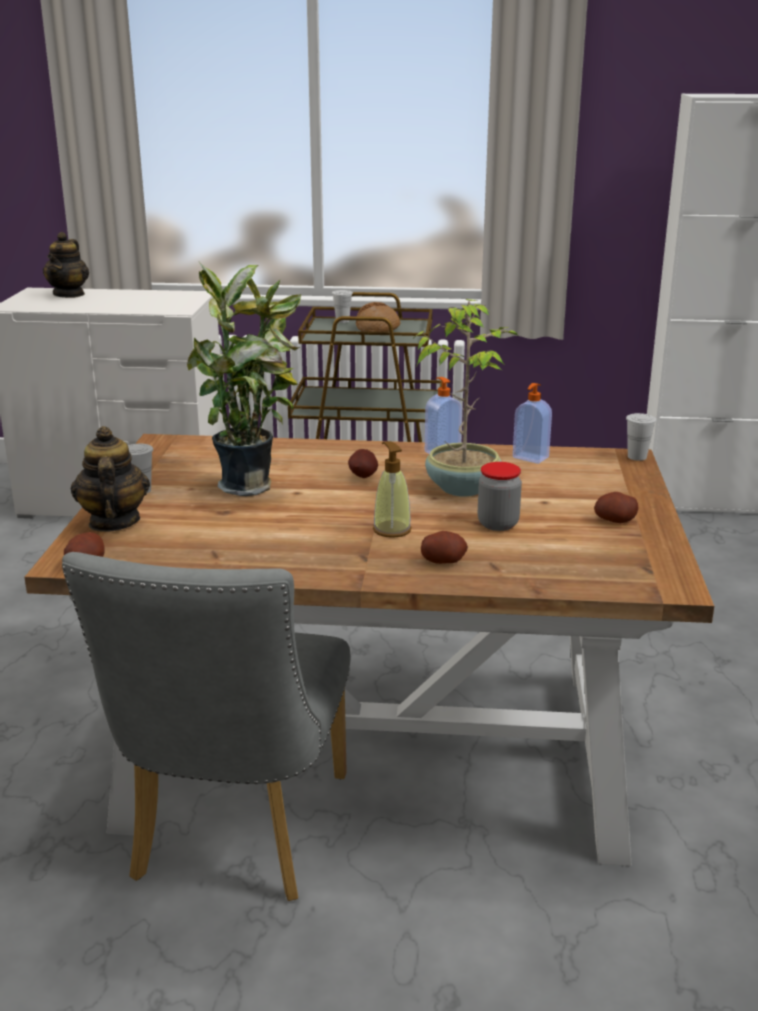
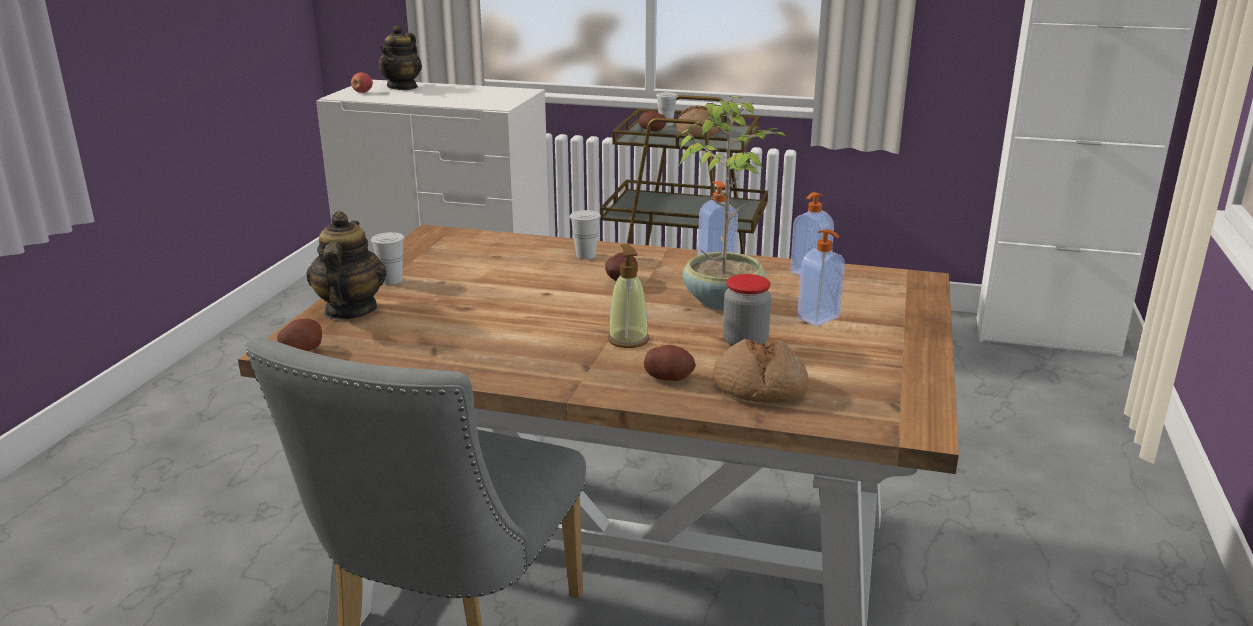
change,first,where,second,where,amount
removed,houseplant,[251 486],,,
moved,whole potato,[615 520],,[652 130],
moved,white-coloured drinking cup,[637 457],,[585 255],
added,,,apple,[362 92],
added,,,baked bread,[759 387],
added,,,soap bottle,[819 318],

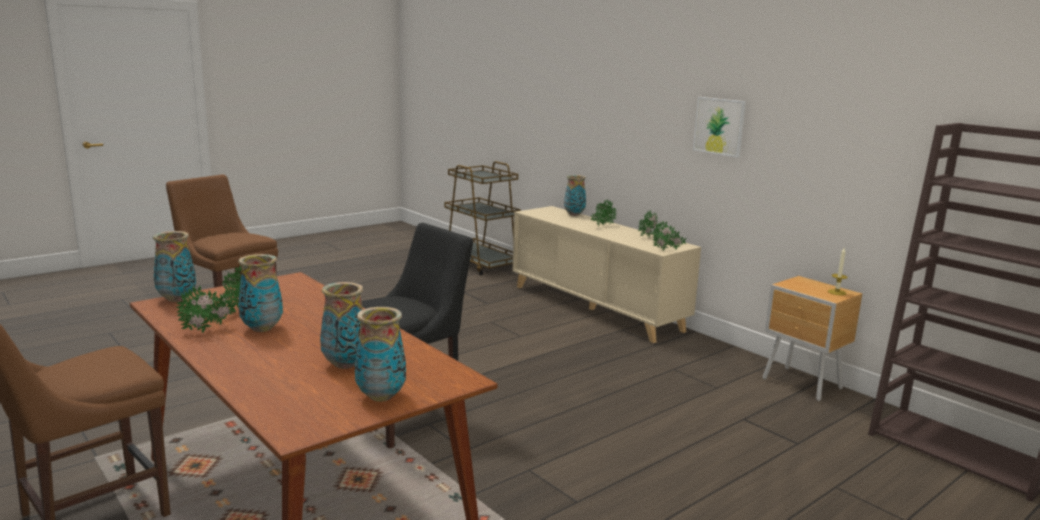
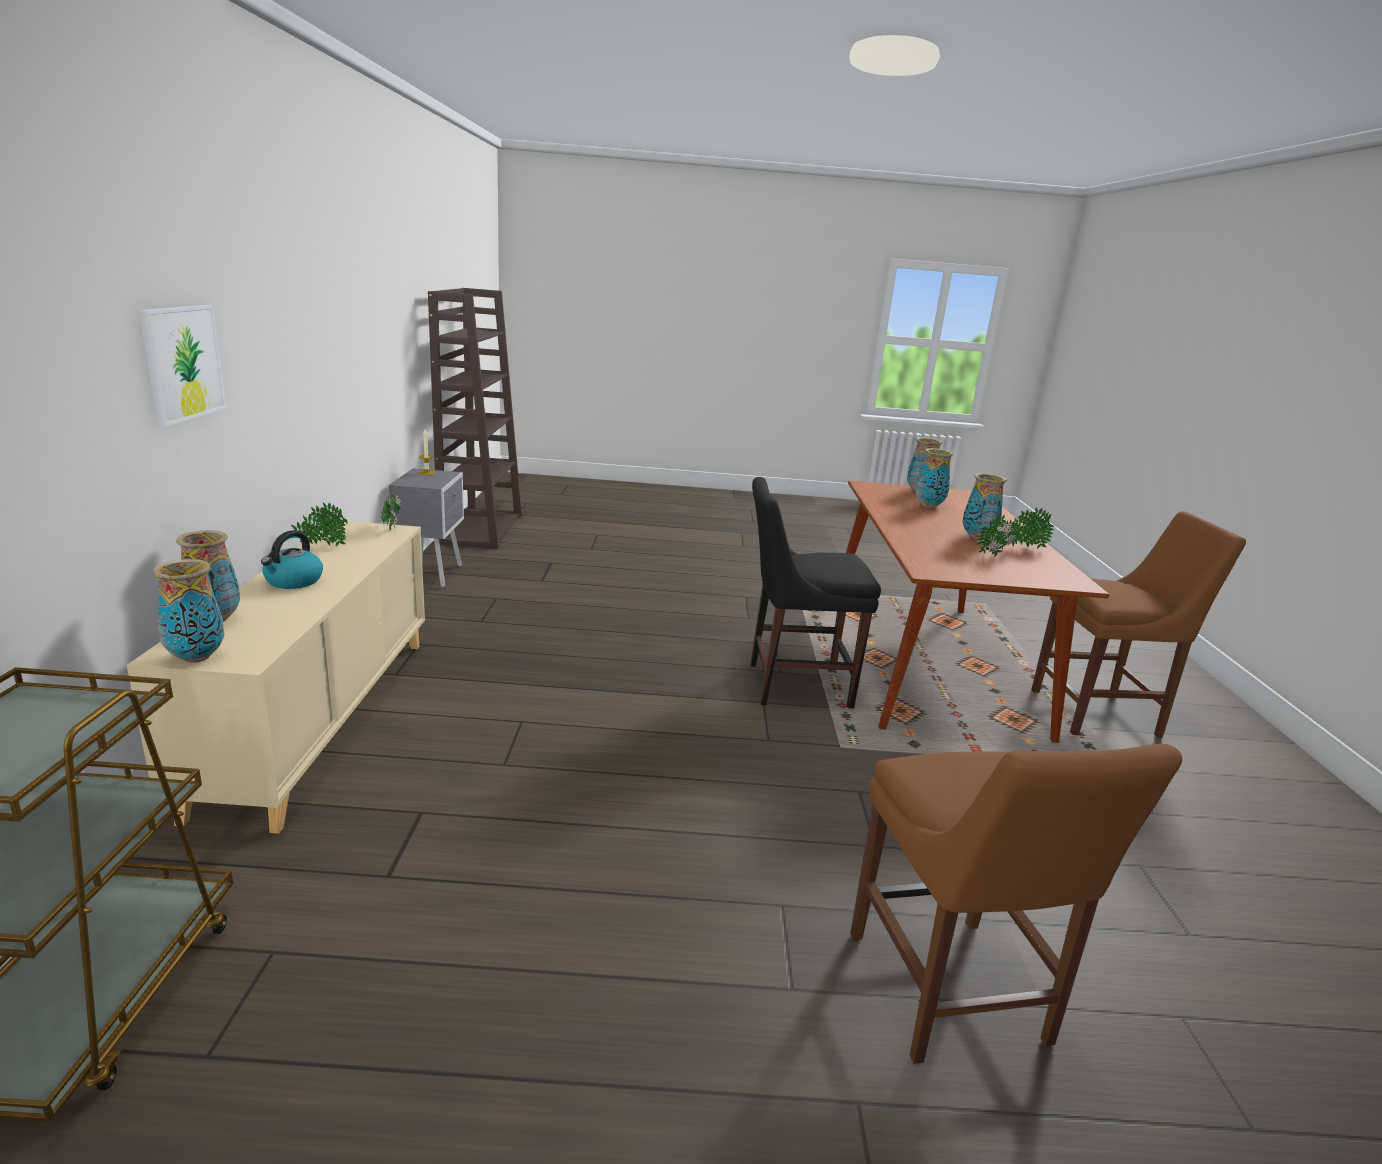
change,first,where,second,where,amount
moved,vase,[177 299],,[197 657],
replaced,houseplant,[601 226],water kettle,[293 581],
moved,wall art,[719 126],,[183 363],
recoloured,brown night table,[802 385],gray night table,[432 574],

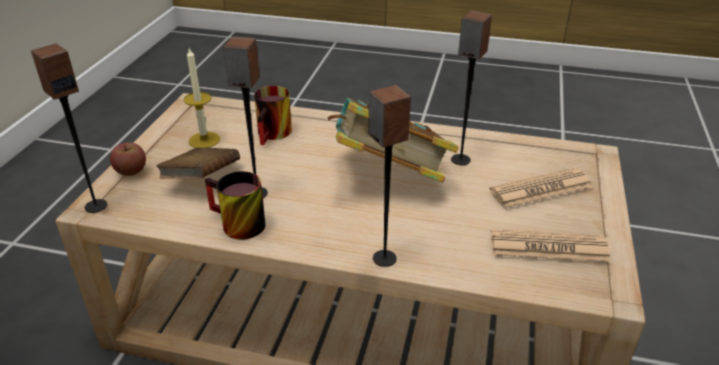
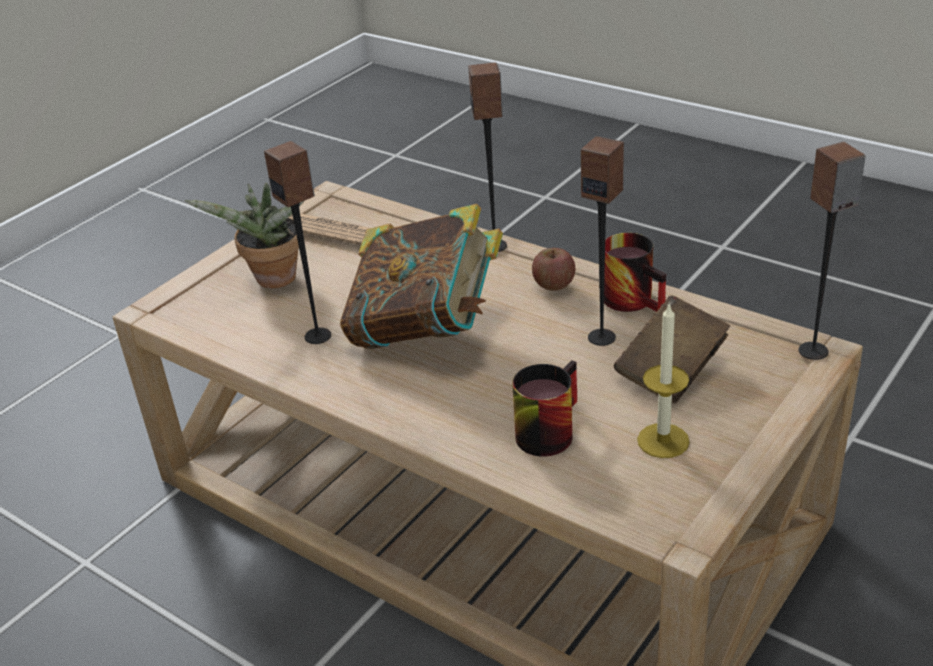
change,first,where,second,where,amount
moved,apple,[131 171],,[554 284],
replaced,printed paper,[540 189],houseplant,[273 281],

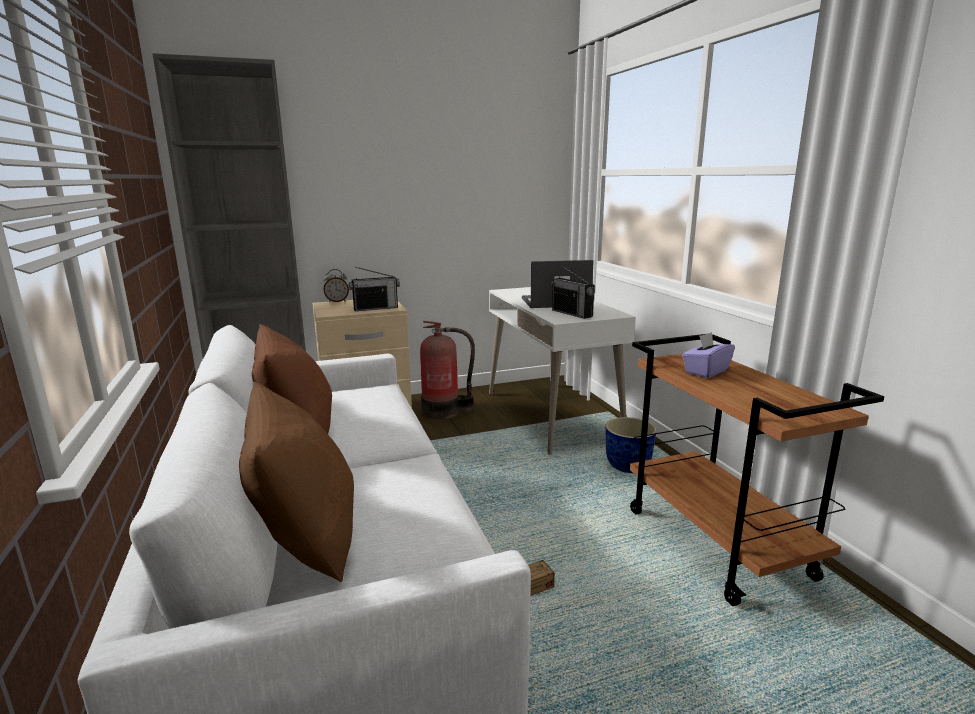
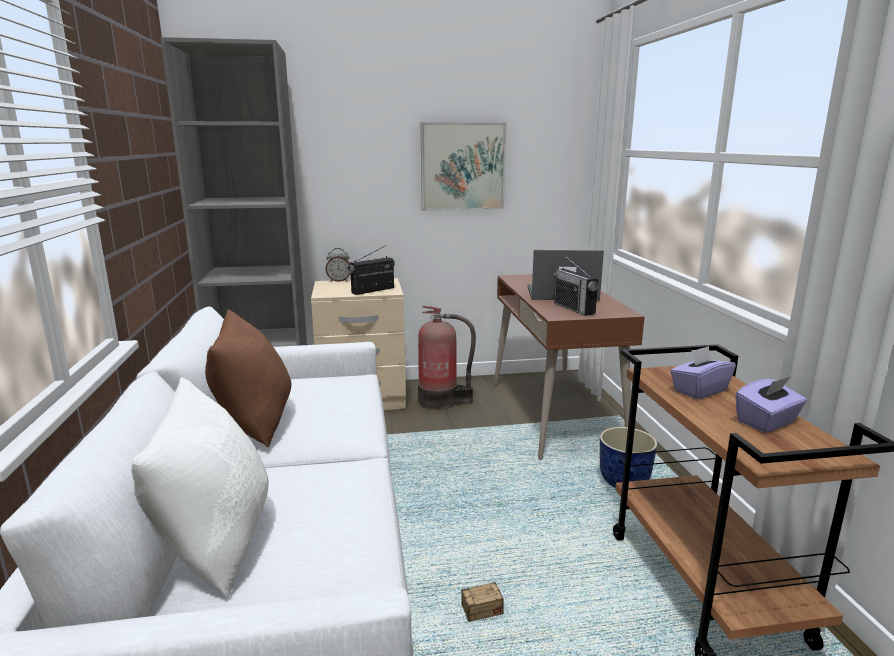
change,first,where,second,where,amount
recoloured,brown pillow,[306 537],white-coloured pillow,[216 540],
turned,radio receiver,[375 308],,[373 291],150 degrees clockwise
recoloured,white-coloured desk table,[551 415],brown desk table,[554 414],
added,,,wall art,[463 166],
added,,,purple box of tissues,[767 422],

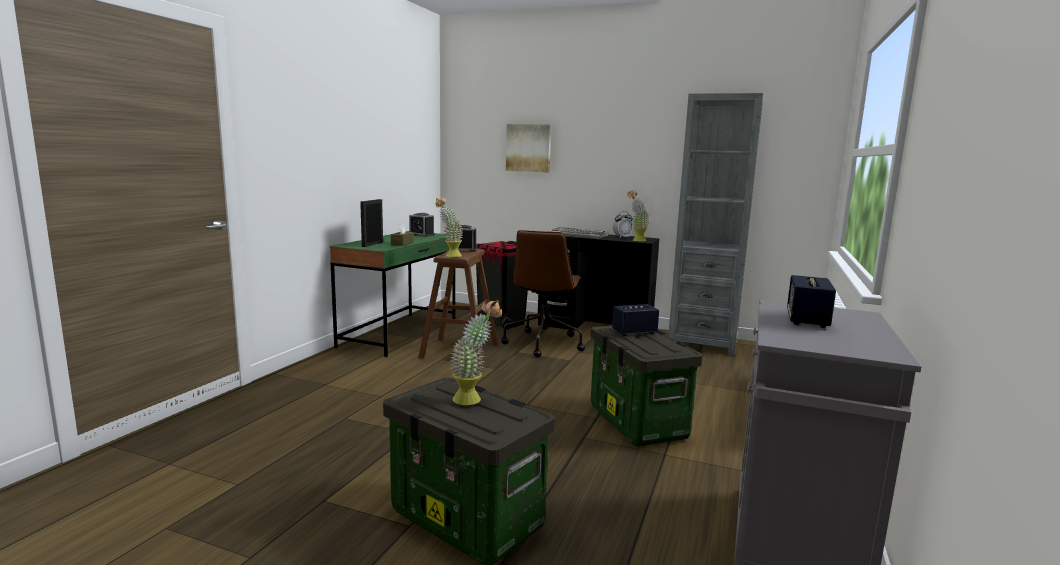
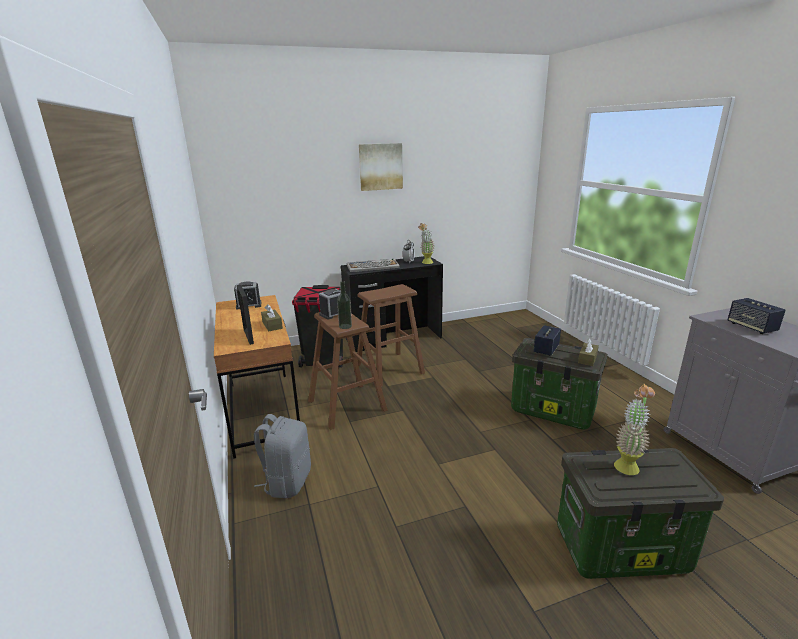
change,first,where,second,where,amount
recoloured,green desk table,[399 334],brown desk table,[263 411],
replaced,houseplant,[449 255],drink bottle,[345 326],
replaced,brown computer chair,[543 343],brown sitting stool,[389 369],
moved,wall art,[528 148],,[380 166],
removed,gray shelving unit,[702 343],,,
added,,,gray rucksack,[287 482],
added,,,brown box of tissues,[587 359],

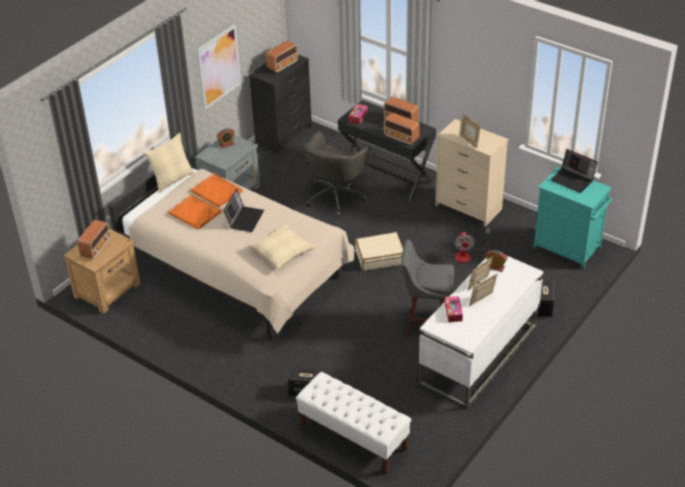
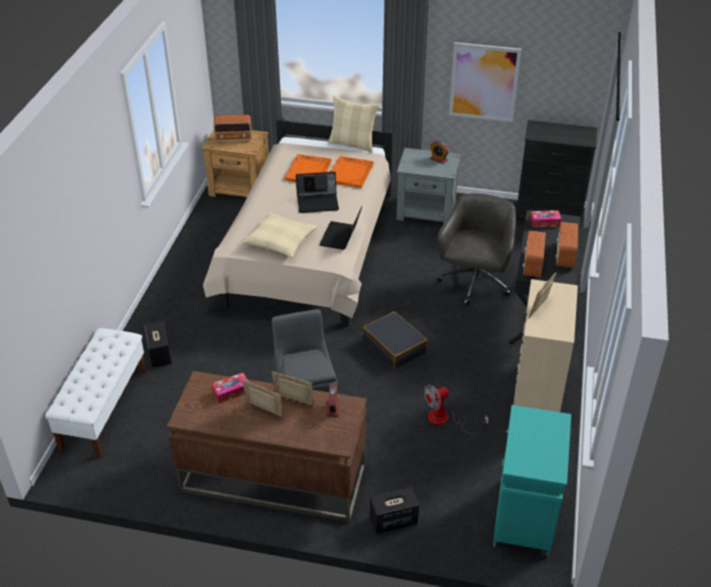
change,first,where,second,where,amount
removed,radio receiver,[283 65],,,
turned,gray computer chair,[336 196],,[474 283],105 degrees clockwise
recoloured,sand-coloured suitcase,[379 257],blackish suitcase,[394 347],
recoloured,white-coloured desk table,[478 355],brown desk table,[273 478],
moved,notebook computer,[573 180],,[341 237],

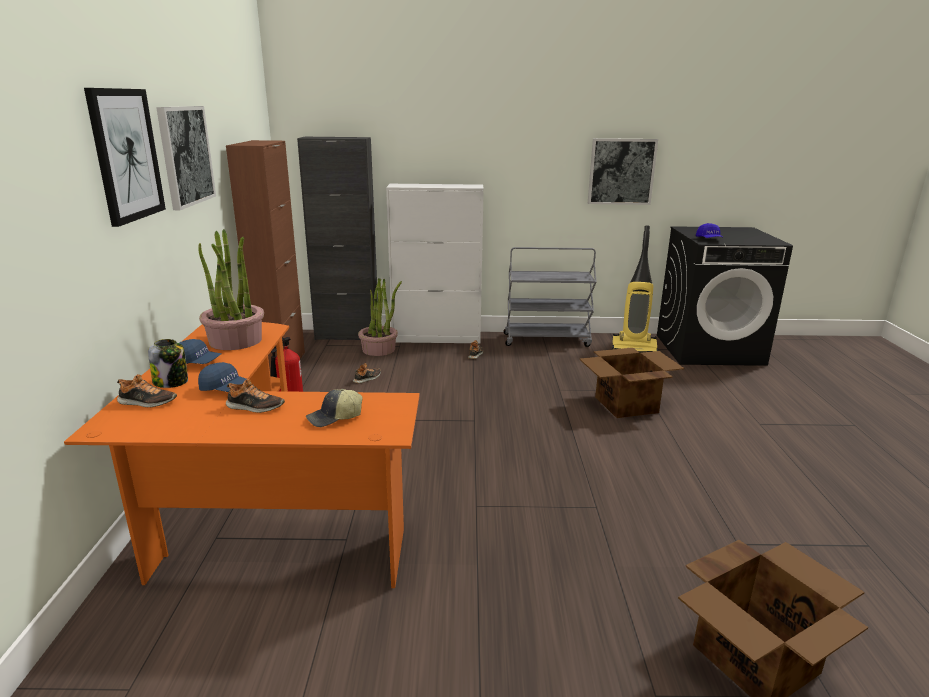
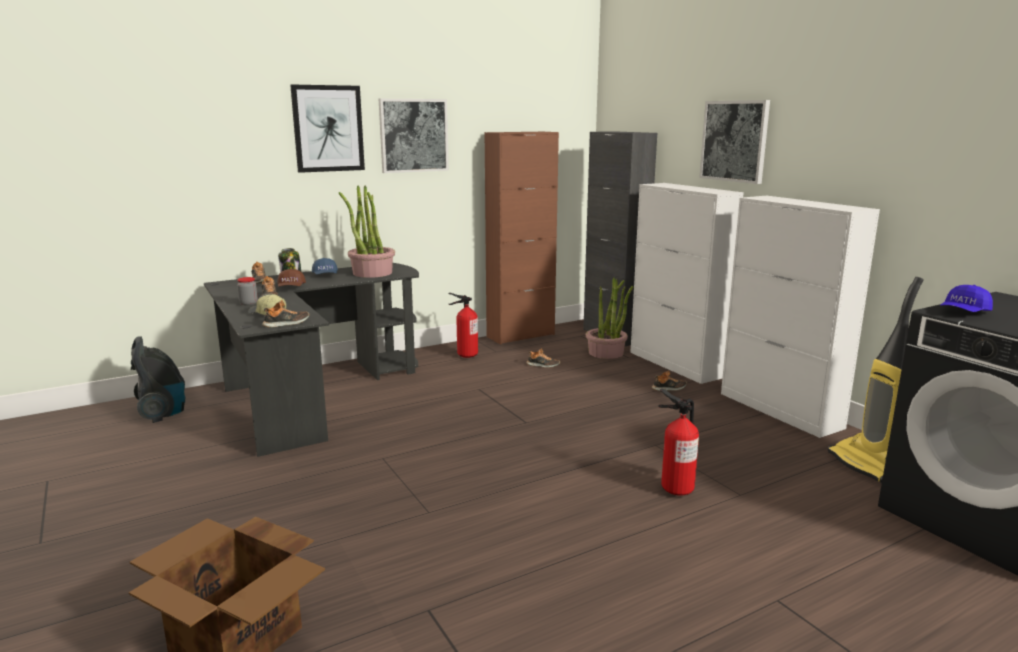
change,first,where,second,where,amount
recoloured,orange desk table,[255 514],blackish desk table,[312 393],
recoloured,blue baseball cap,[225 389],brown baseball cap,[291 288],
replaced,gray wheeled cart,[547 340],white-coloured cupboard,[780 410],
replaced,cardboard box,[625 404],fire extinguisher,[678 488],
moved,wall art,[621 171],,[734 141],
added,,,vacuum cleaner,[163 413],
added,,,storage jar,[248 303],
added,,,shoe,[287 324],

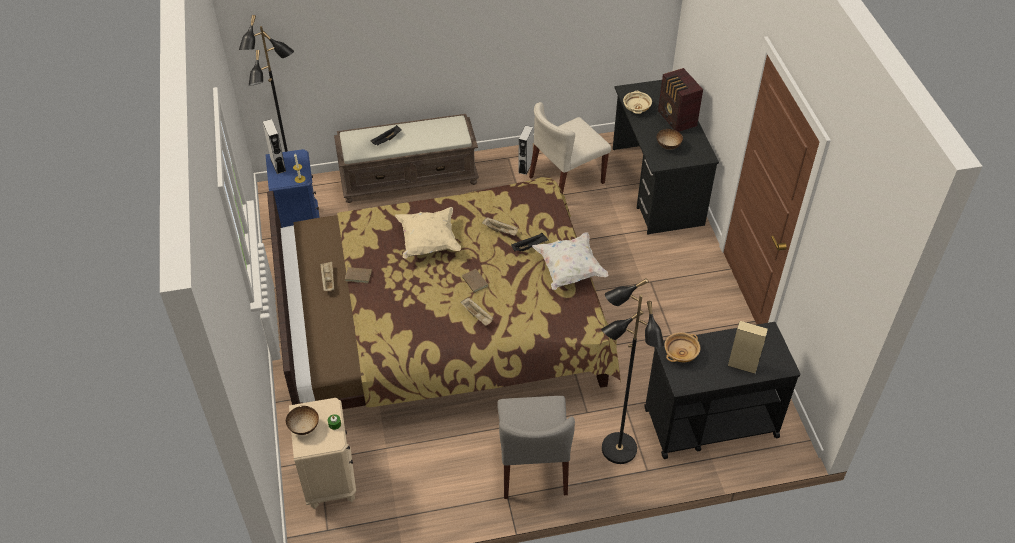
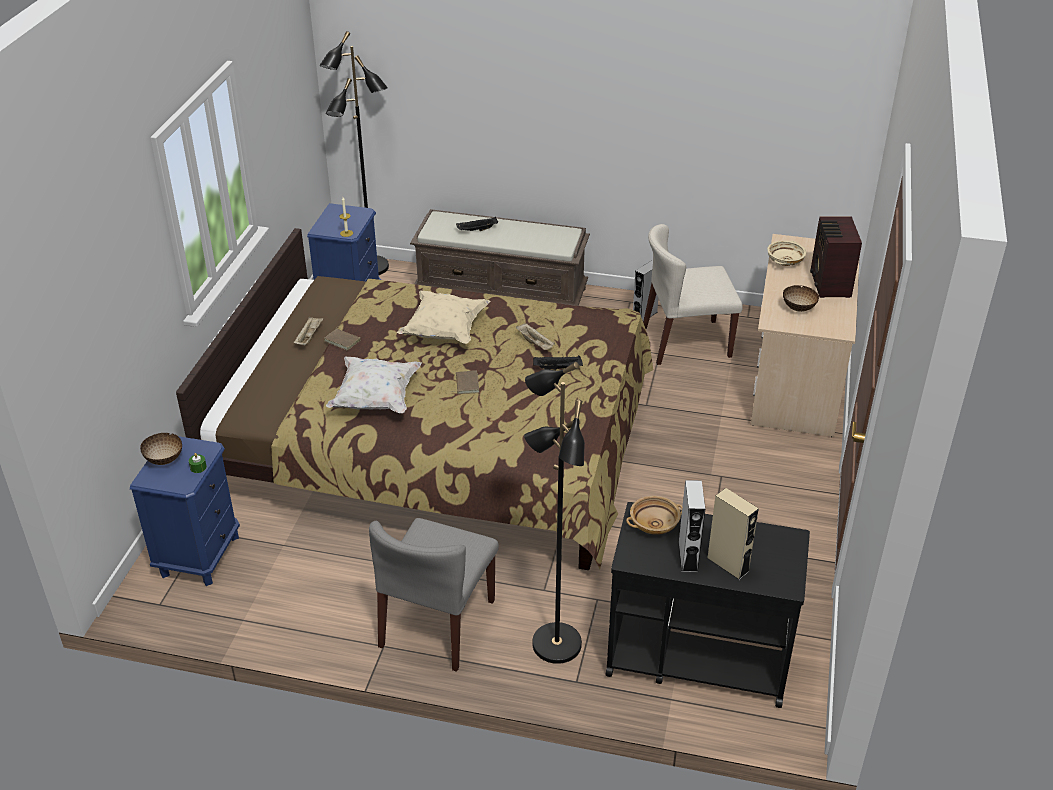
change,first,where,second,where,amount
moved,gray audio speaker,[278 165],,[688 557],
recoloured,sand-coloured night table,[330 480],blue night table,[199 555],
removed,sand-coloured tray,[477 316],,,
moved,white-coloured pillow,[569 270],,[376 399],
recoloured,blackish desk table,[656 186],sand-coloured desk table,[797 379],

